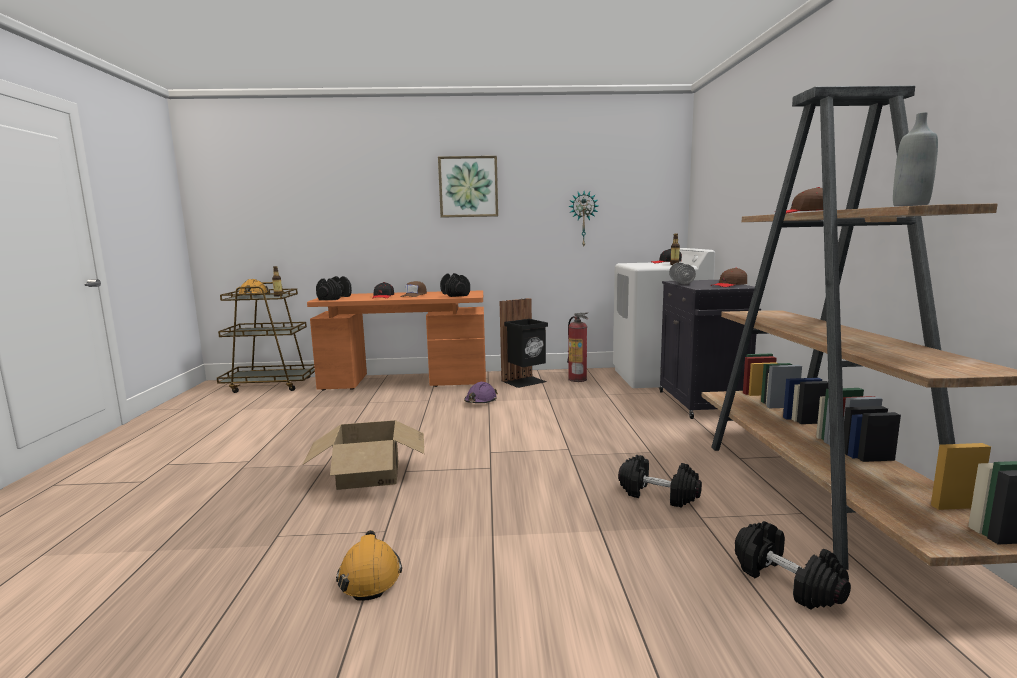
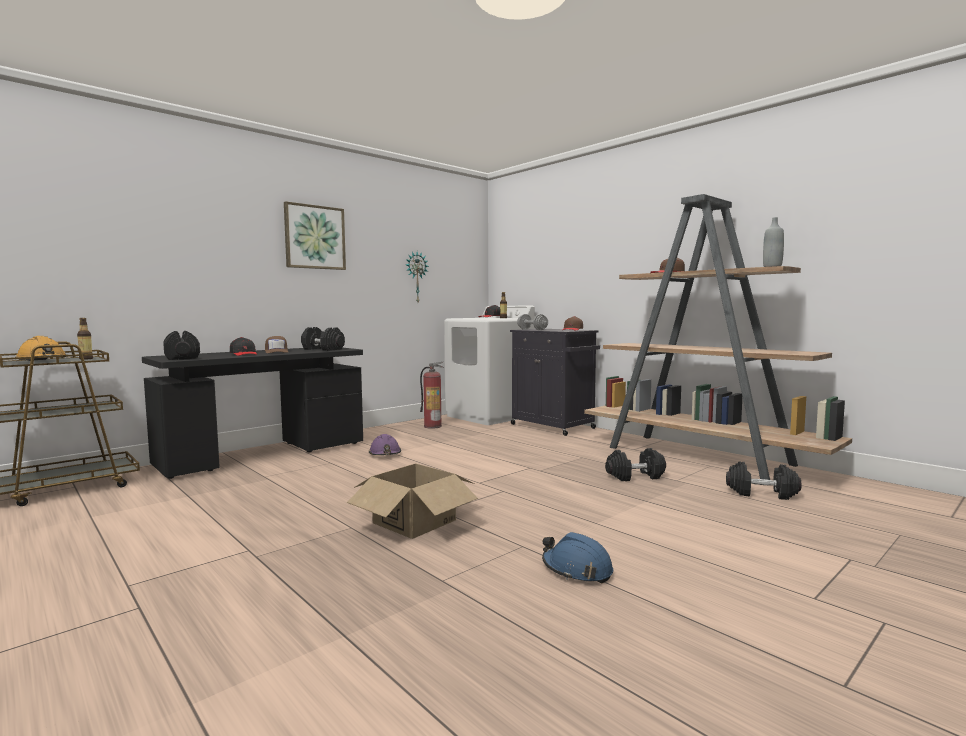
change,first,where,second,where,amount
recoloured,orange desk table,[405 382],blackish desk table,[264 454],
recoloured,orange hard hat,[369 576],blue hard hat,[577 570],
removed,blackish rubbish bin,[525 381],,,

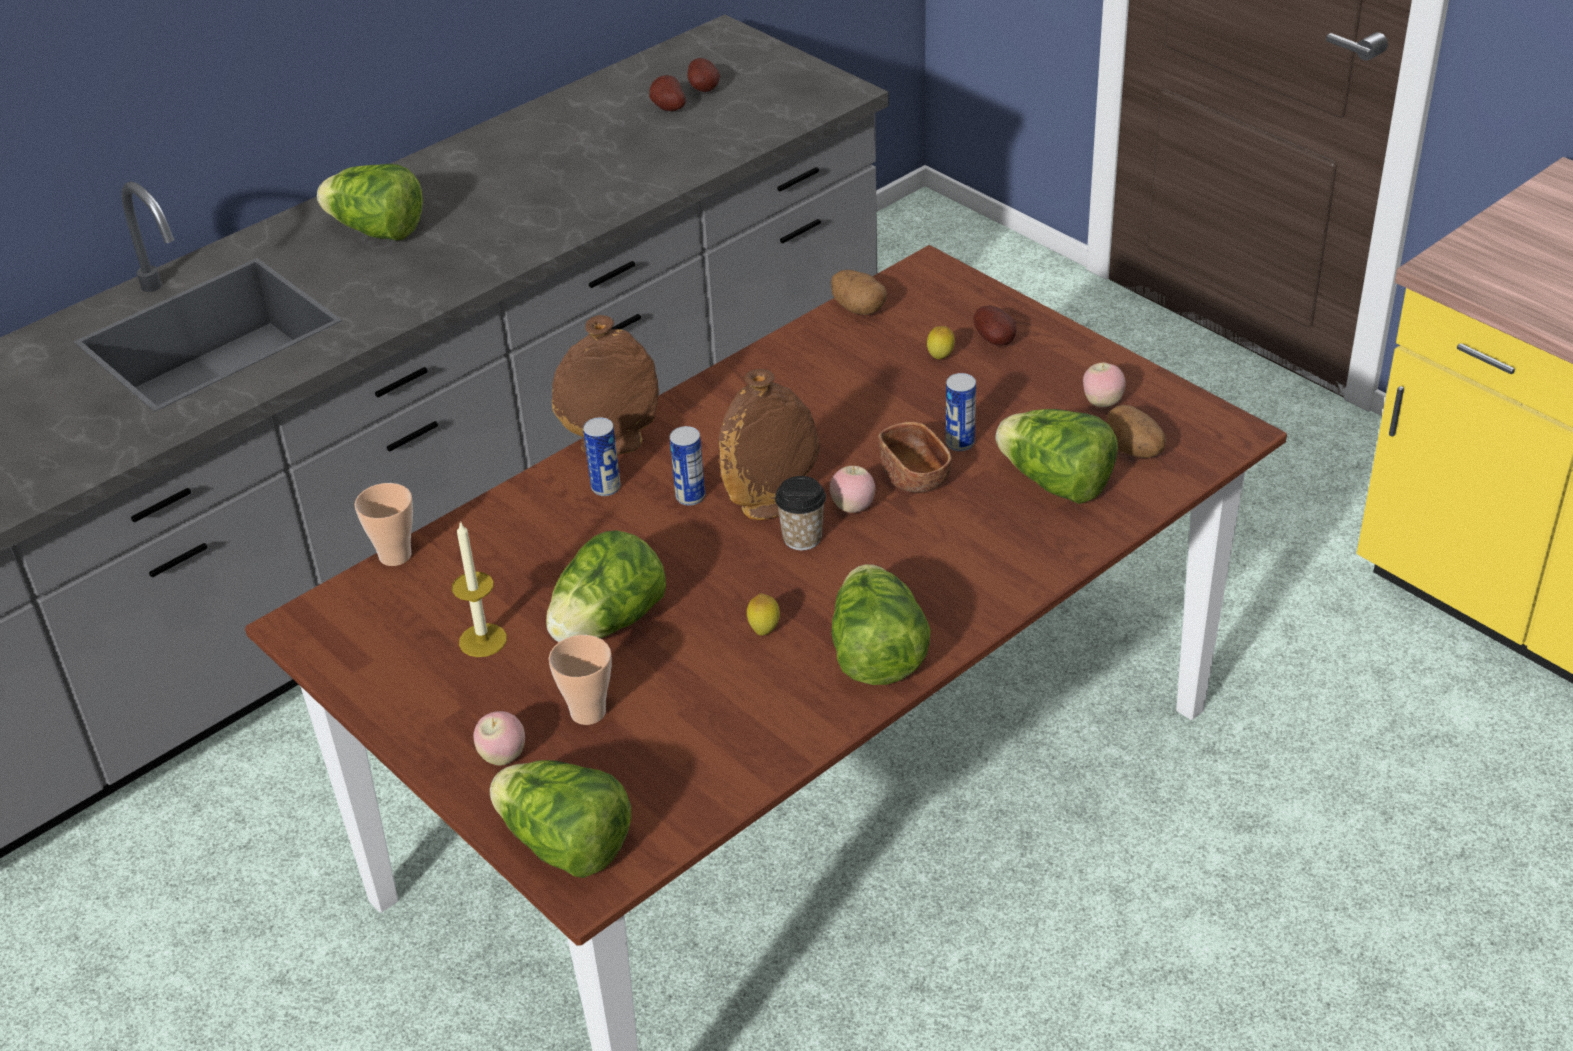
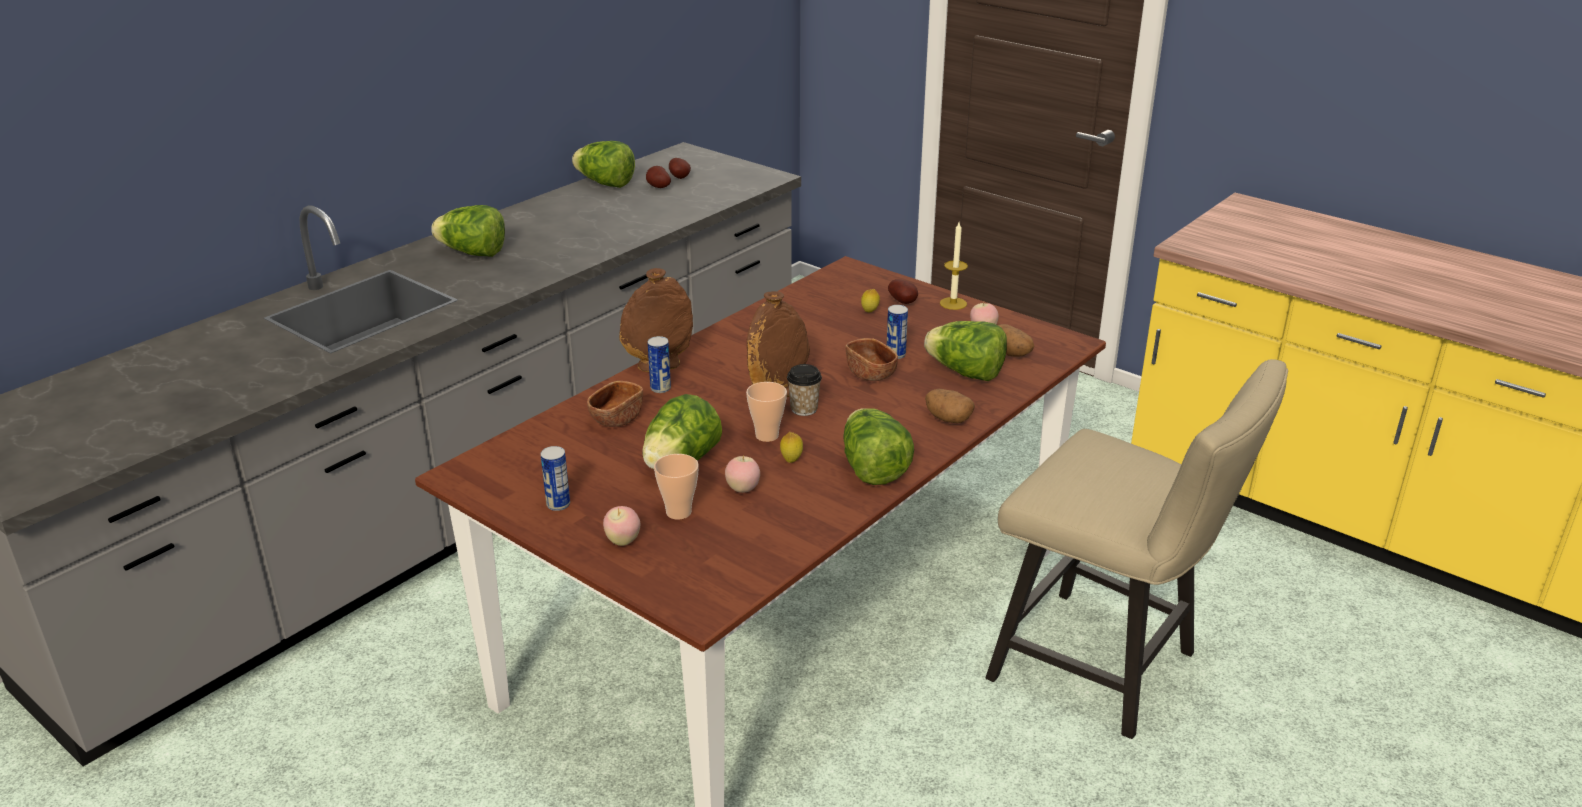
change,first,where,second,where,amount
moved,drinking cup,[395 555],,[767 436],
moved,wax light,[483 640],,[953 303],
moved,head of lettuce,[565 846],,[605 184],
moved,can,[690 497],,[558 504],
moved,apple,[853 508],,[743 489],
moved,whole potato,[858 308],,[948 419],
added,,,brown serving bowl,[616 418],
added,,,sand-coloured plain chair,[1107 670],

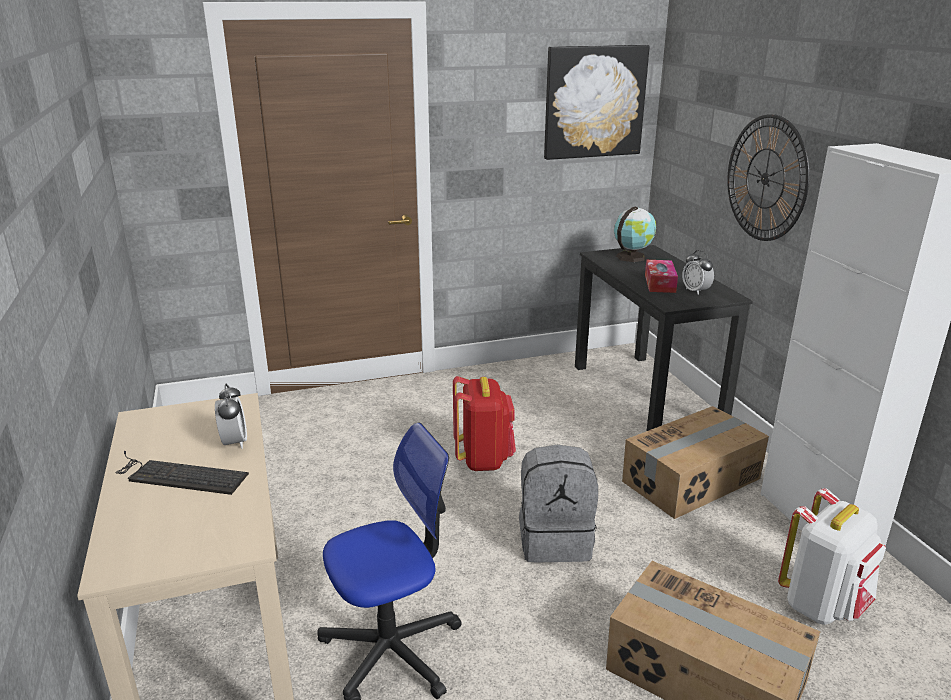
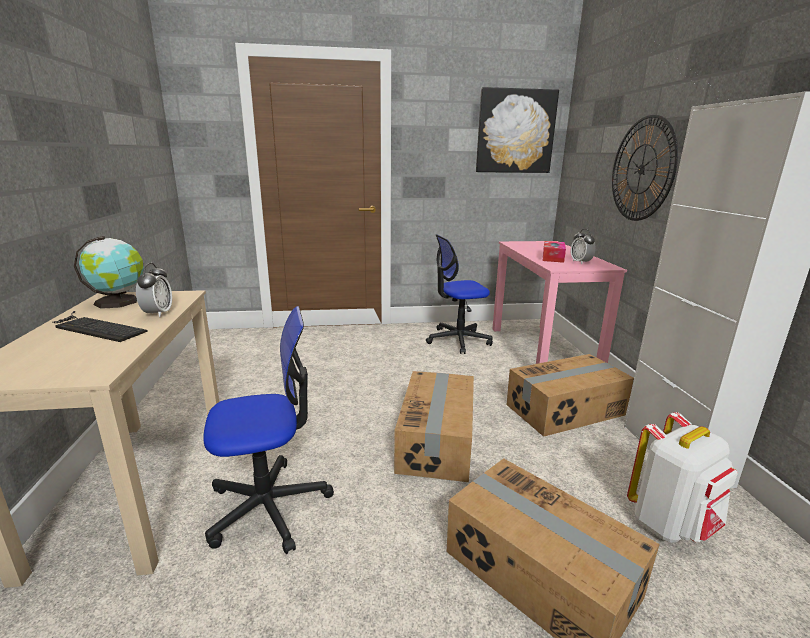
change,first,where,second,where,amount
removed,reddish rucksack,[483 459],,,
replaced,gray rucksack,[555 540],cardboard box,[437 440],
recoloured,blackish desk table,[646 396],pink desk table,[542 351],
moved,desk globe,[632 257],,[119 302],
added,,,computer chair,[458 340],

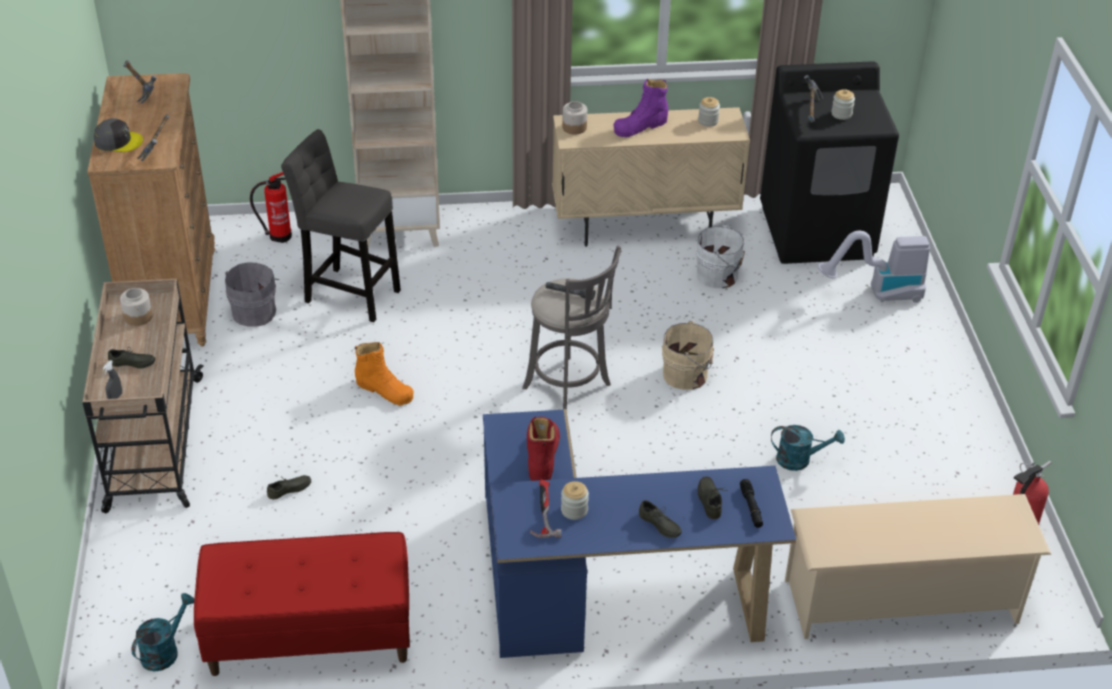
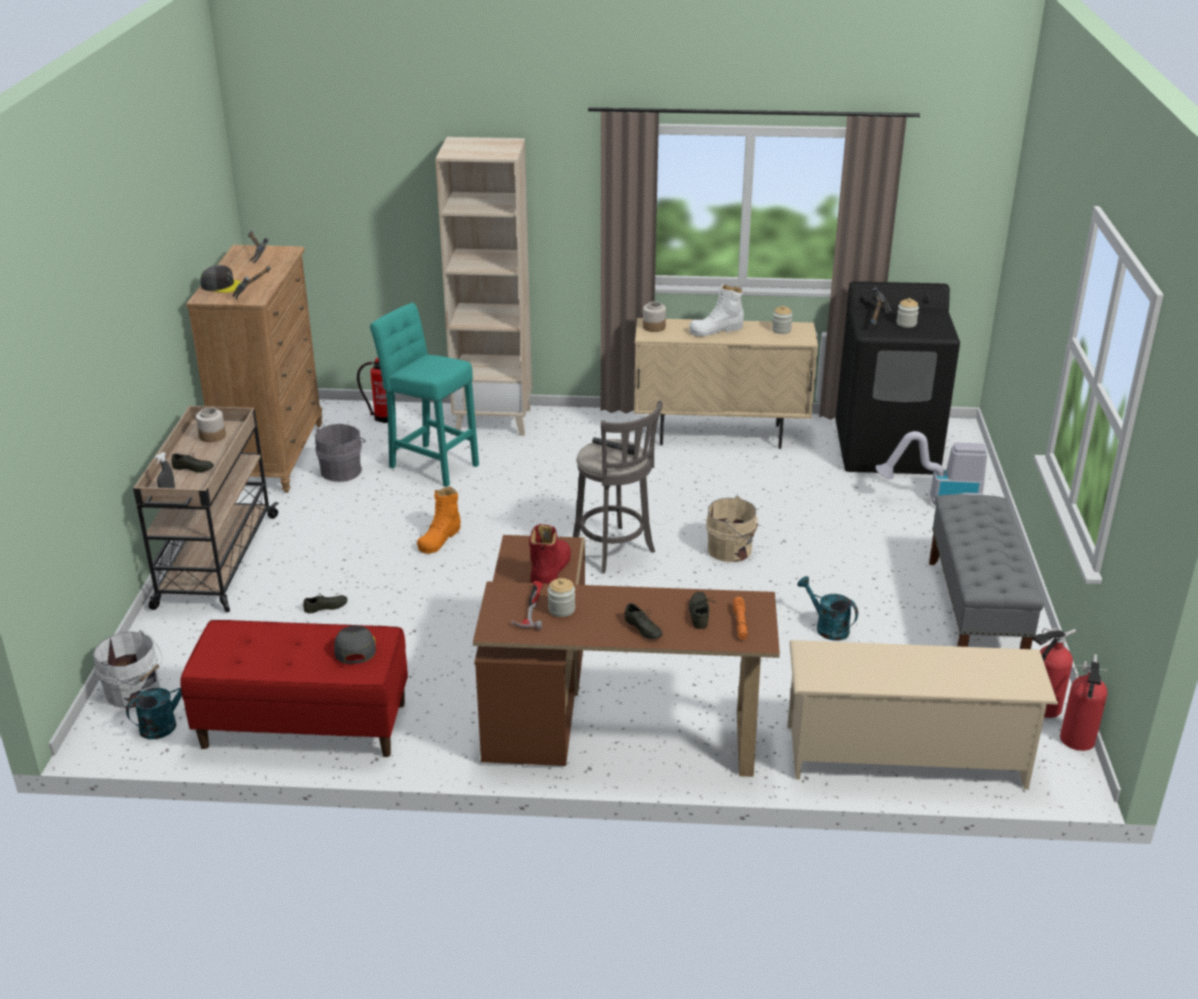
change,first,where,second,where,amount
recoloured,gray sitting stool,[348 293],blue-green sitting stool,[431 464],
turned,orange boot,[384 390],,[440 538],75 degrees clockwise
recoloured,blue desk table,[601 590],brown desk table,[599 716],
recoloured,purple boot,[640 126],white-coloured boot,[716 330],
moved,white-coloured water bucket,[719 276],,[134 692],
recoloured,blackish hand torch,[751 507],orange hand torch,[740 623],
turned,blue-green sprinkling can,[800 460],,[827 627],150 degrees counterclockwise
added,,,gray baseball cap,[354 648],
added,,,gray indoor bench,[975 613],
added,,,fire extinguisher,[1077 742],

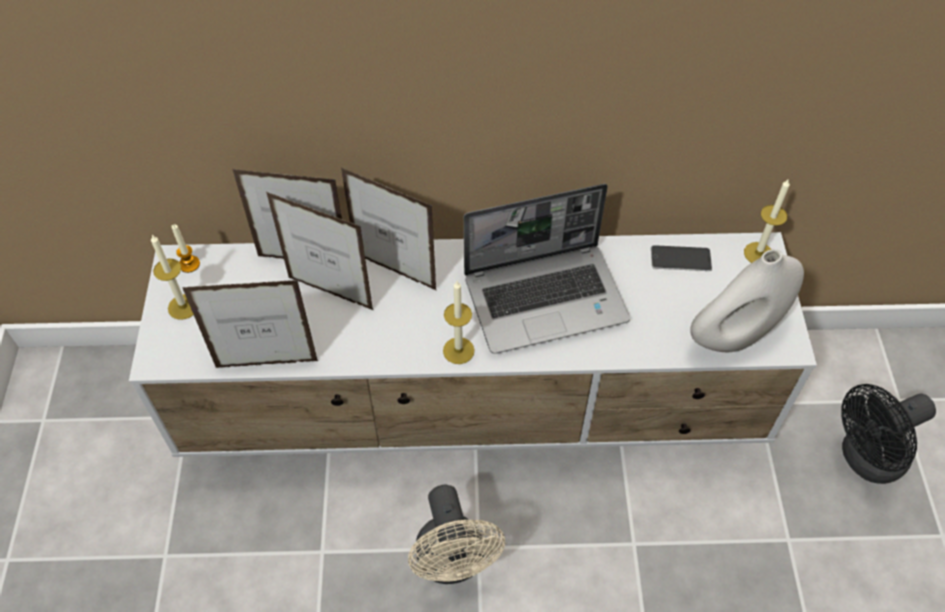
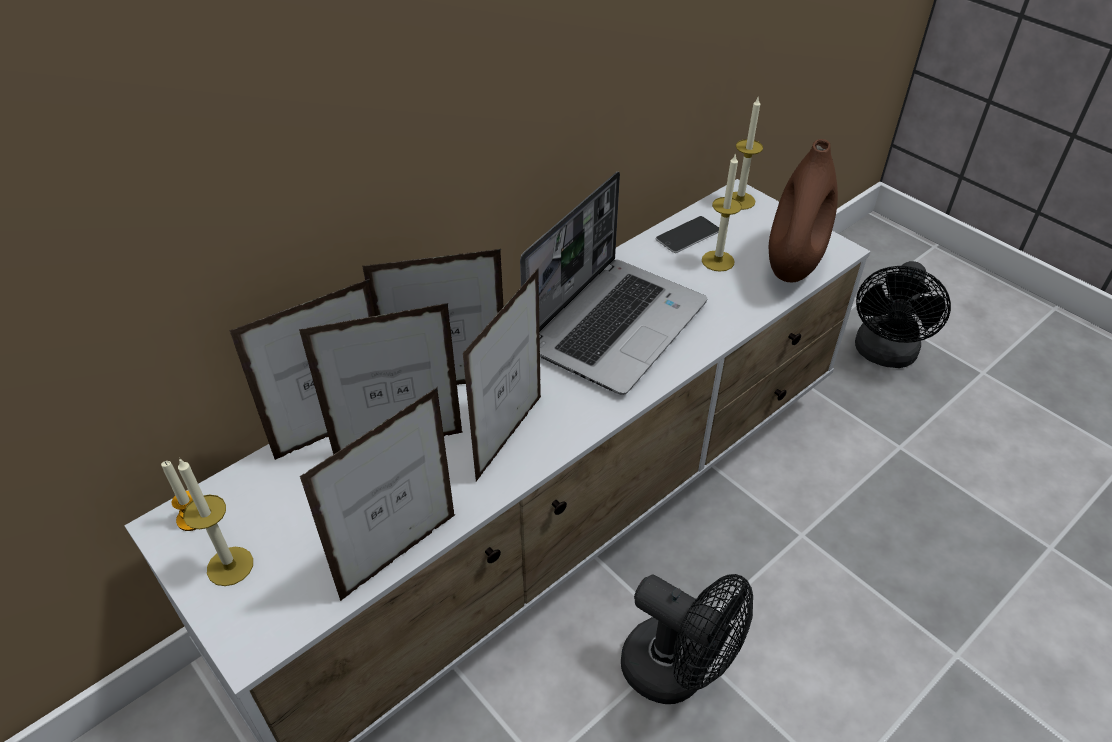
change,first,where,second,where,amount
recoloured,sand-coloured fan,[453 563],blackish fan,[677 672],
moved,wax light,[458 350],,[718 261],
recoloured,white-coloured vase,[734 336],brown vase,[793 265],
added,,,photo frame,[509 437],

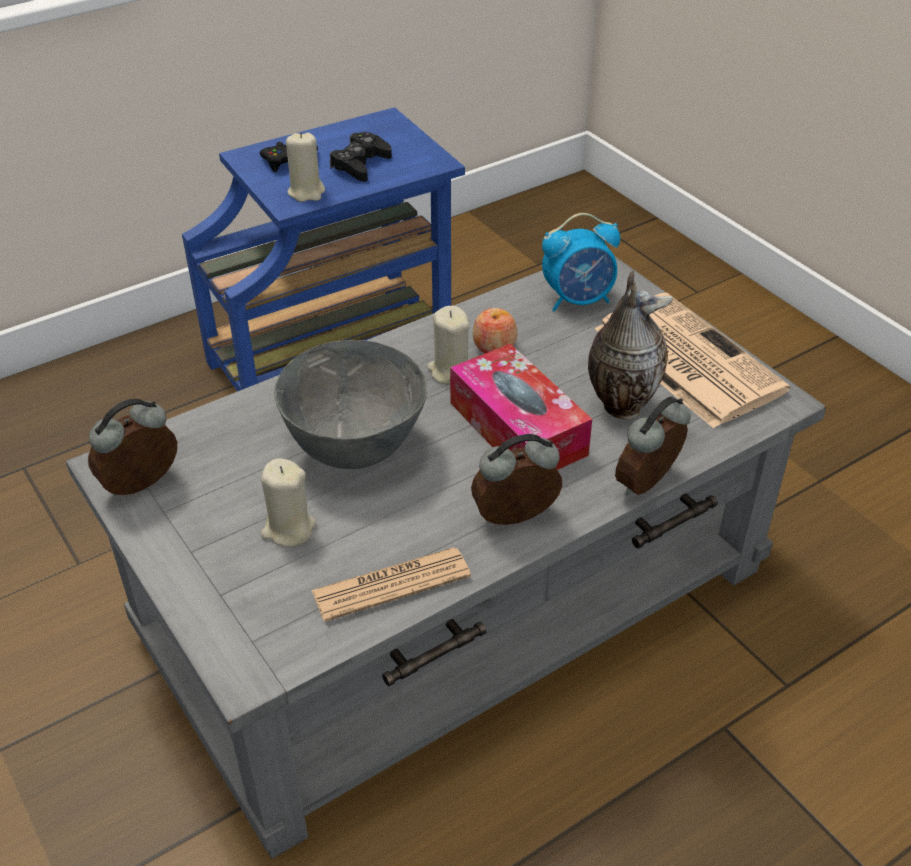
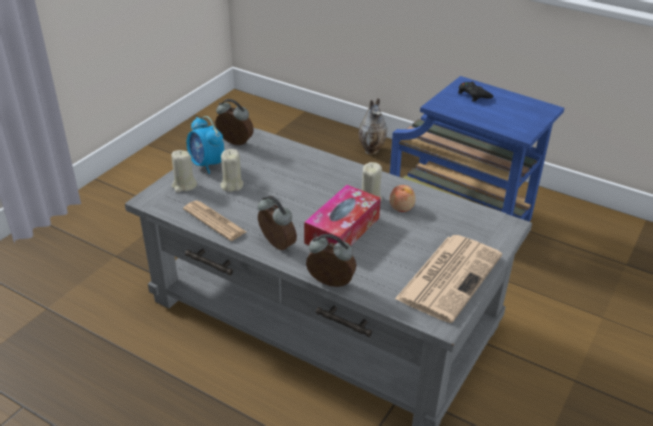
change,first,where,second,where,amount
removed,gray serving bowl,[354 449],,,
moved,sand-coloured wax light,[306 192],,[184 185],
removed,blackish joypad,[360 164],,,
moved,table clock,[578 300],,[206 165],
moved,vase,[620 405],,[372 150],

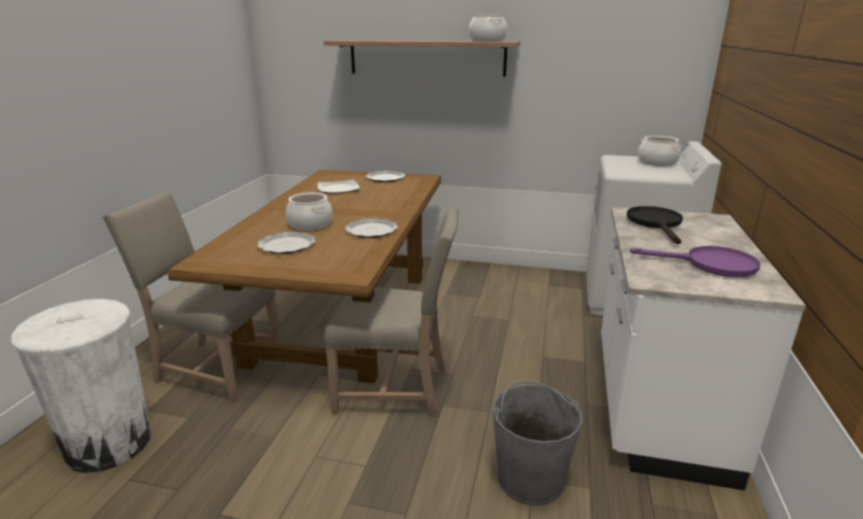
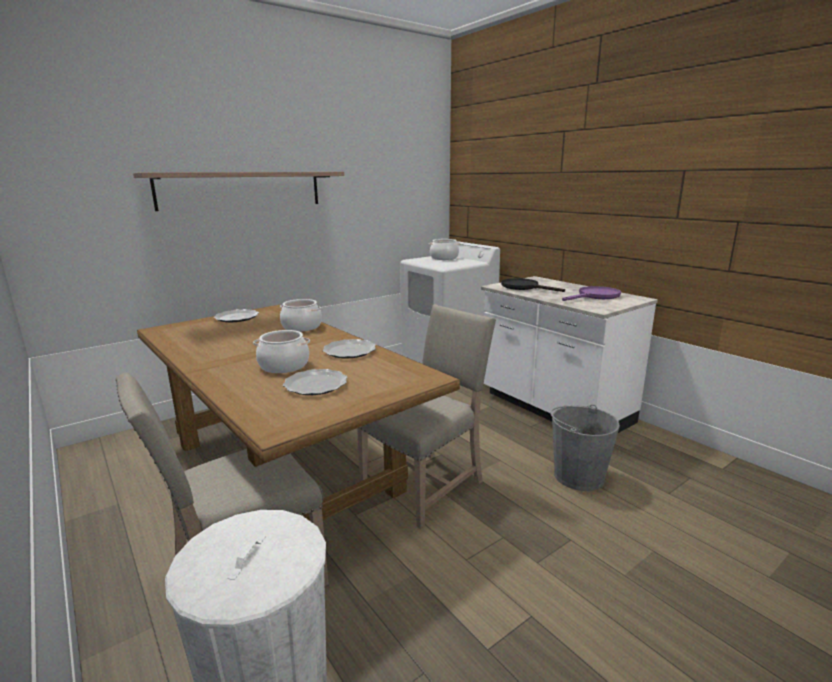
change,first,where,second,where,amount
removed,dinner plate,[338 189],,,
moved,cooking pot,[487 41],,[301 327],

